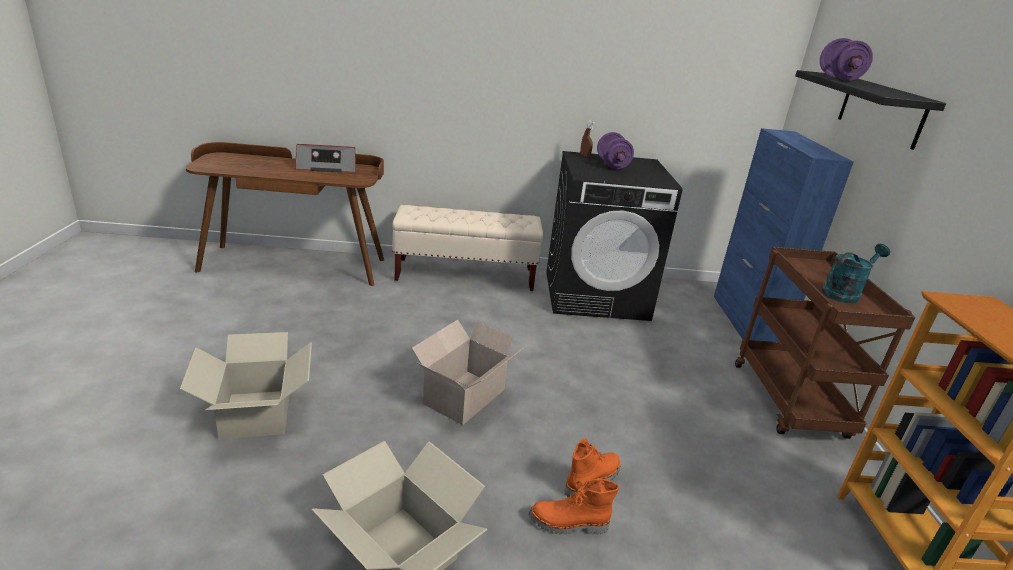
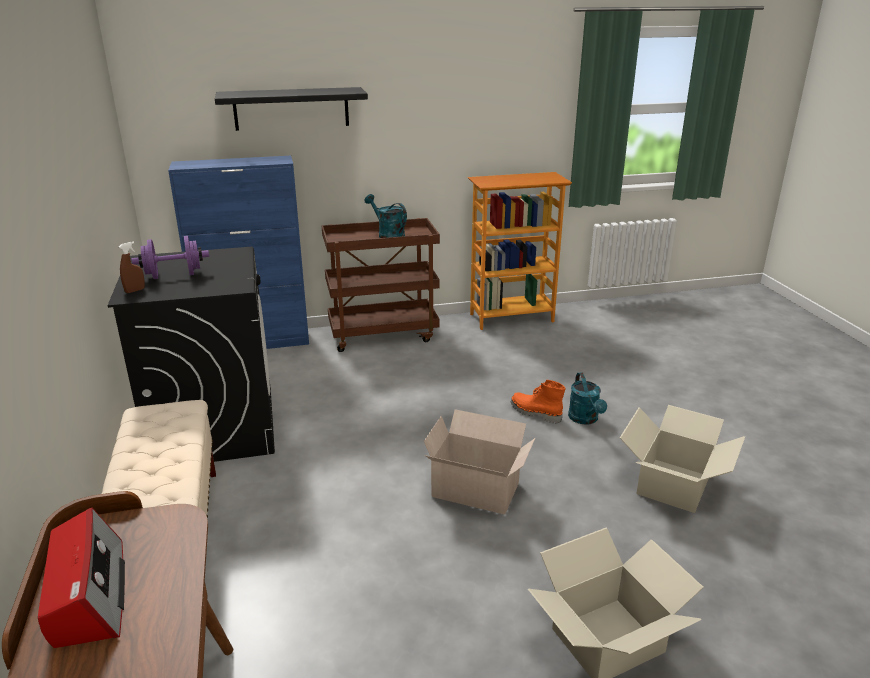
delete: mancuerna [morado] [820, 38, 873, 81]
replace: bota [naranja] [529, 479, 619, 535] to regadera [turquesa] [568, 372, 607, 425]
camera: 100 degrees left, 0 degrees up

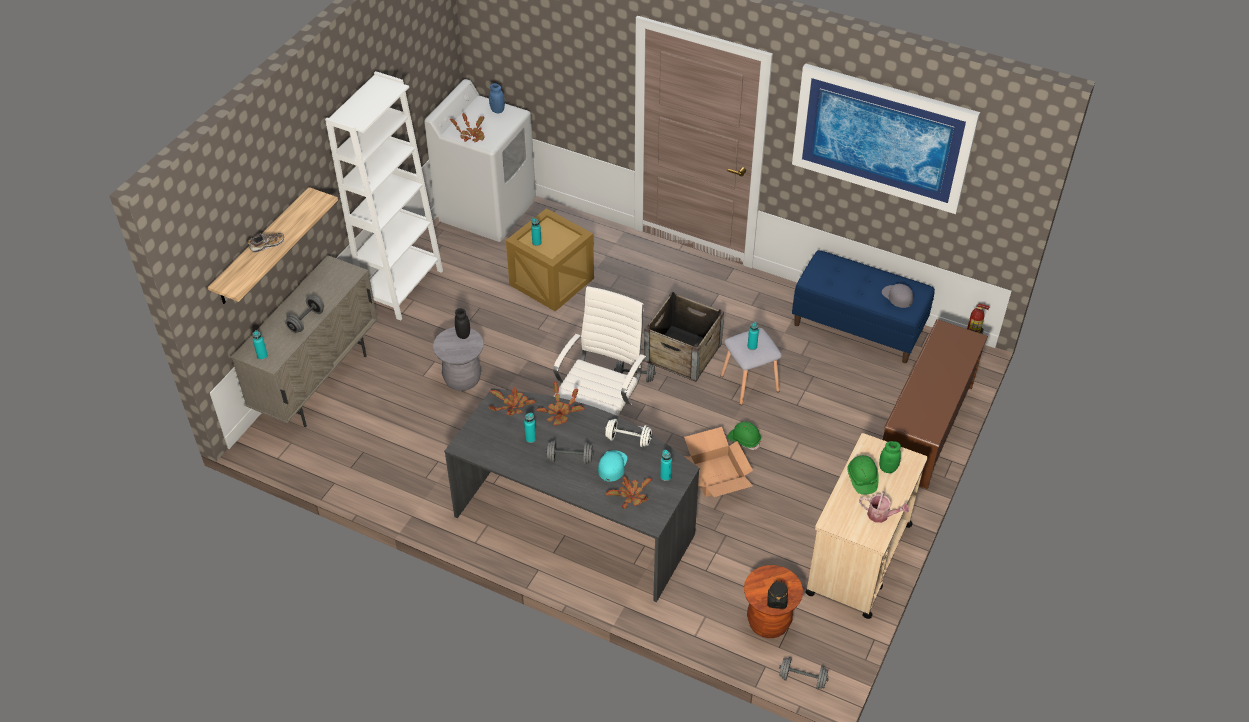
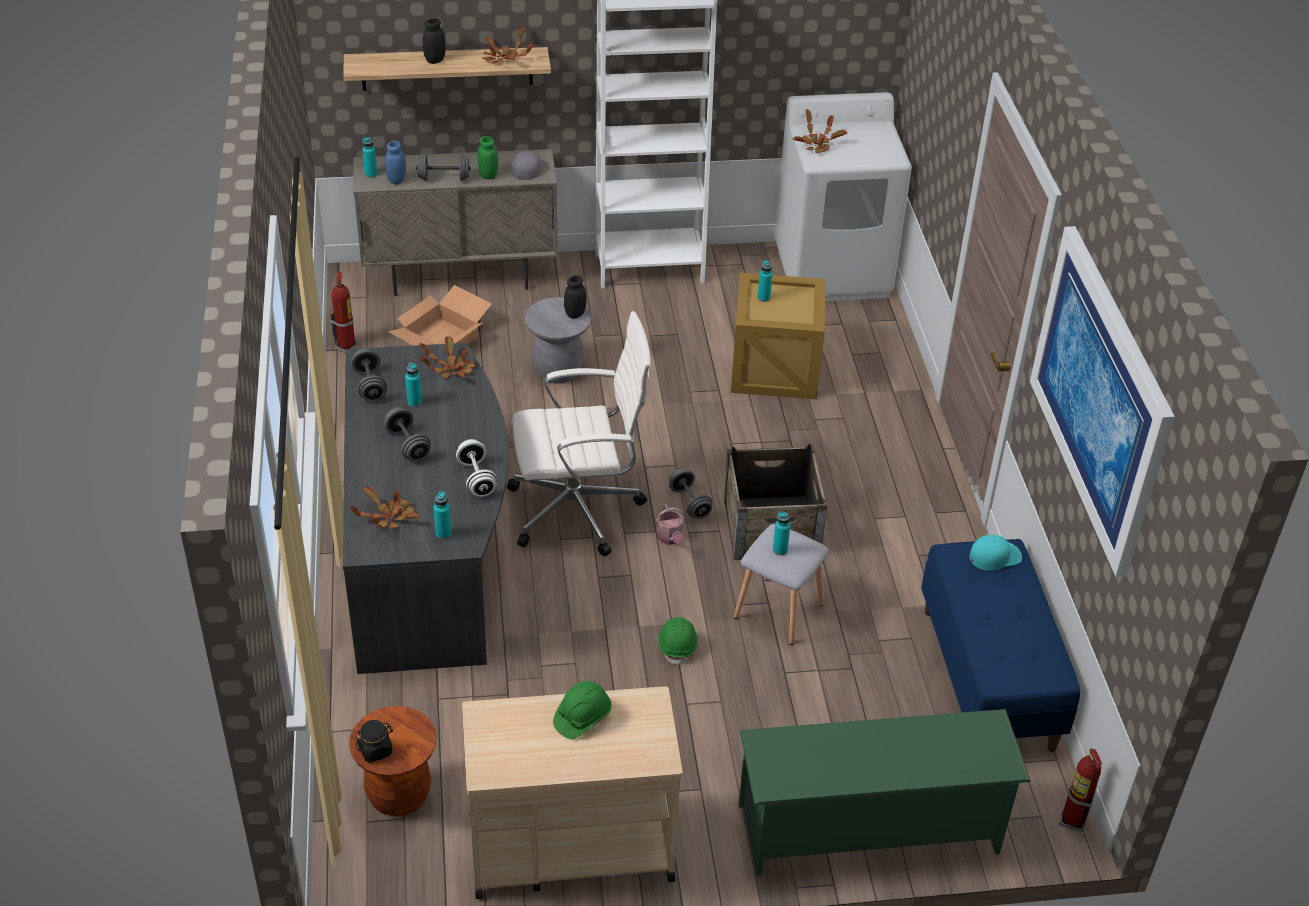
insert: extintor [330, 272, 359, 353]
move: tarro [azul] [489, 83, 505, 113] to [385, 141, 406, 185]; planta en maceta [536, 382, 584, 425] to [482, 26, 534, 64]; gorra [turquesa] [598, 450, 627, 482] to [969, 535, 1022, 571]; caja de cartón [684, 427, 753, 497] to [387, 285, 491, 346]; mancuerna [gris] [779, 657, 829, 689] to [351, 348, 387, 402]; regadera [859, 491, 909, 523] to [656, 504, 685, 545]; tarro [verde] [879, 441, 901, 473] to [478, 136, 498, 179]; gorra [gris] [882, 284, 913, 308] to [511, 151, 547, 180]
replace: zapato [248, 233, 284, 252] to tarro [negro] [423, 18, 446, 64]
recolor: zapatero [marrón] [883, 319, 988, 489] to zapatero [verde] [739, 709, 1031, 876]
camera: 55 degrees right, 5 degrees down

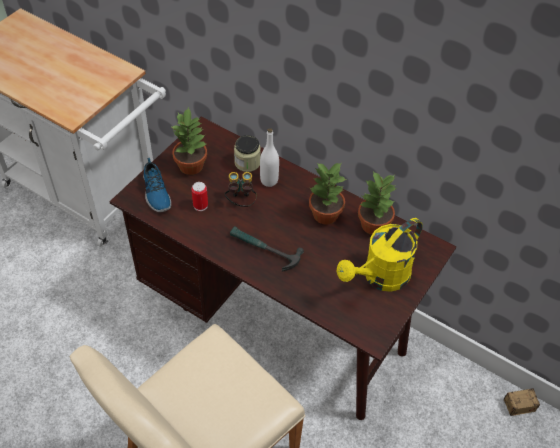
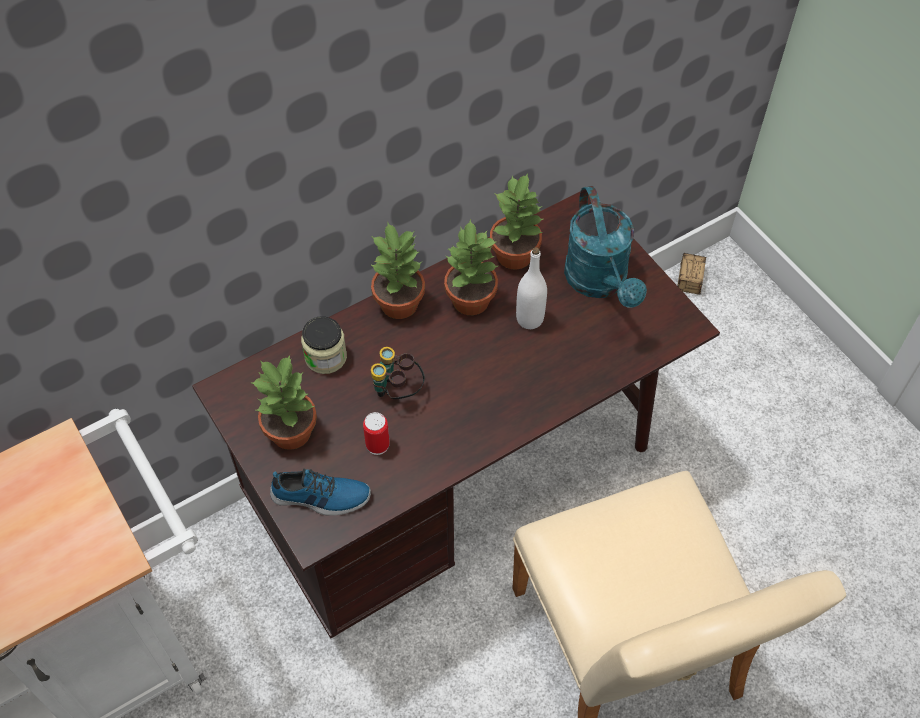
delete: martillo [230, 226, 304, 272]
insert: planta en maceta [370, 223, 425, 319]
move: botella [blanco] [260, 128, 279, 187] to [516, 247, 547, 329]
recolor: regadera [amarillo] [336, 218, 423, 292] to regadera [turquesa] [564, 186, 647, 307]
camera: 65 degrees left, 5 degrees up

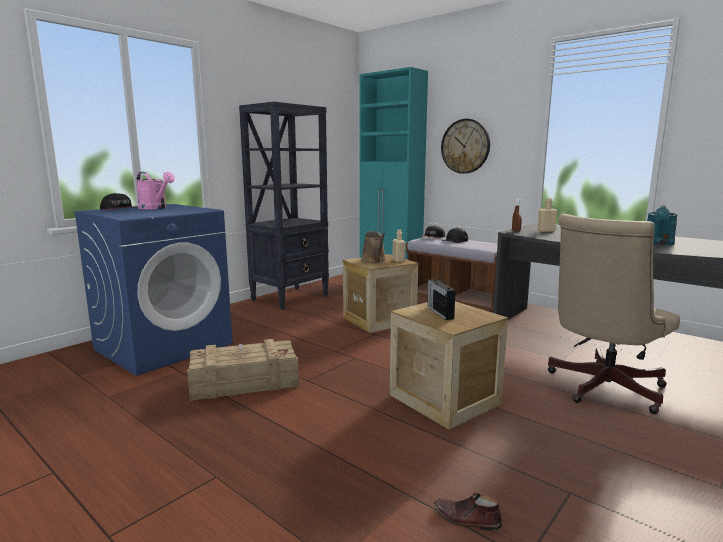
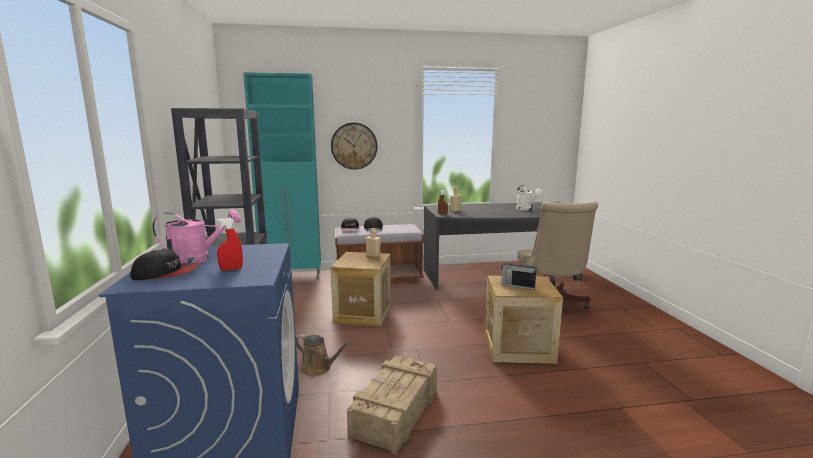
delete: zapato [marrón] [434, 493, 502, 531]
insert: pulverizador [rojo] [217, 218, 243, 271]
move: regadera [marrón] [361, 231, 386, 263] to [296, 334, 351, 376]
recolor: regadera [turquesa] [647, 204, 678, 245] to regadera [blanco] [516, 185, 542, 211]
camera: 50 degrees left, 0 degrees up

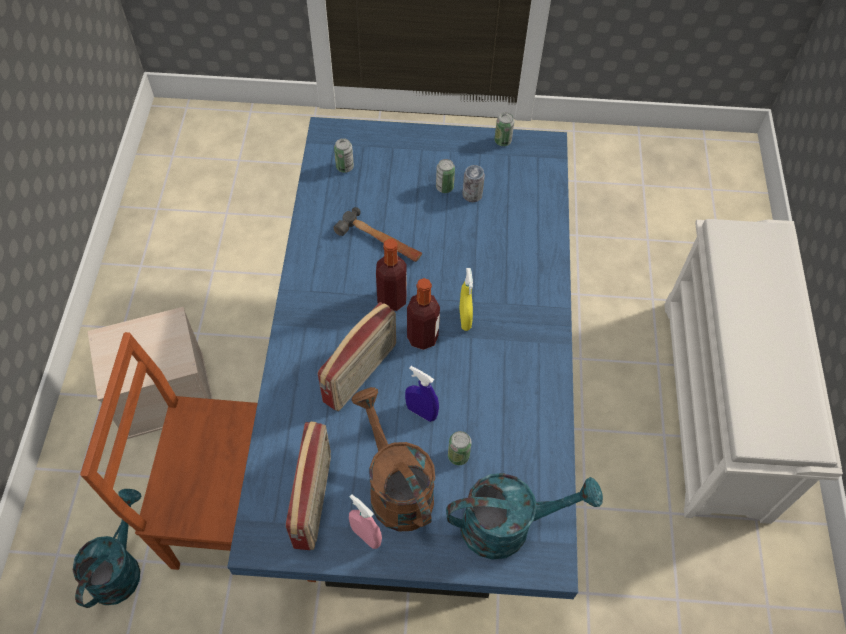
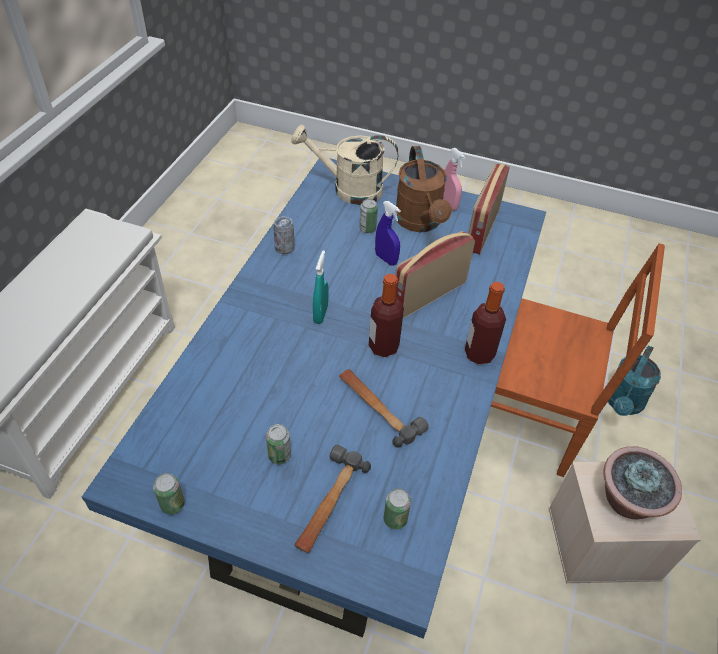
insert: martillo [294, 445, 371, 553]; planta en maceta [604, 446, 682, 519]
move: botella [407, 278, 440, 350] to [465, 282, 506, 364]; lata [462, 165, 485, 202] to [273, 217, 295, 254]
recolor: regadera [turquesa] [446, 473, 603, 560] to regadera [beis] [291, 125, 399, 205]; pulverizador [amarillo] [459, 268, 473, 331] to pulverizador [turquesa] [313, 250, 328, 324]
camera: 165 degrees left, 10 degrees down

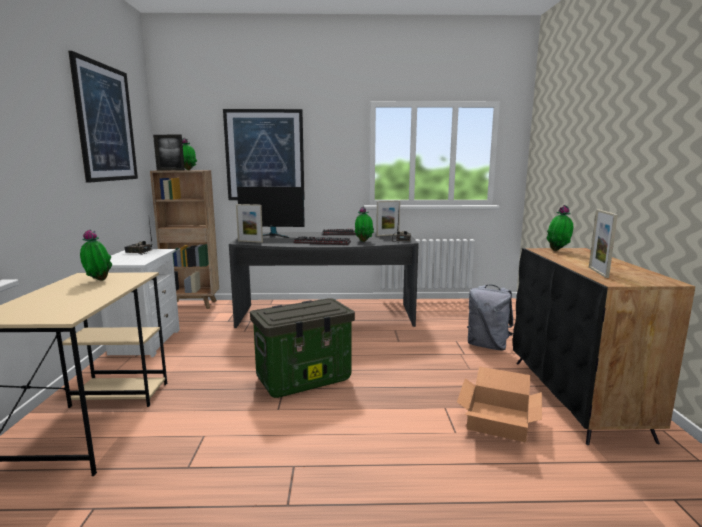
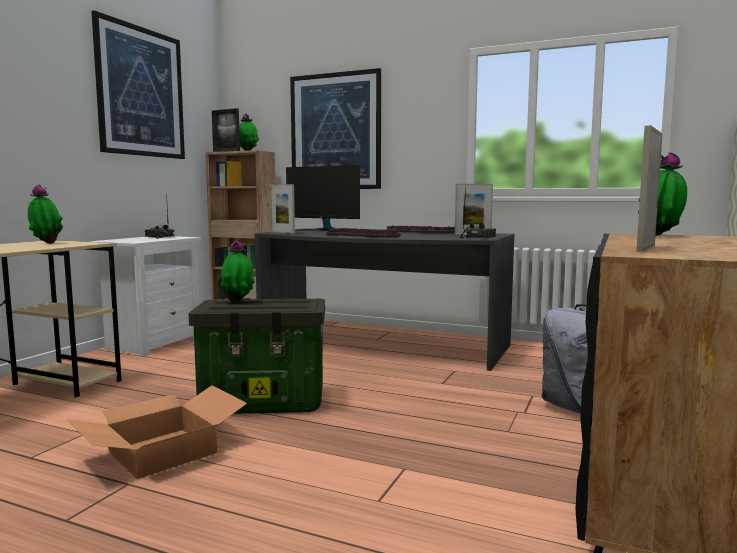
move: planta en maceta [355, 207, 374, 242] to [220, 239, 255, 303]; caja de cartón [457, 366, 542, 443] to [67, 385, 247, 479]
camera: 25 degrees right, 5 degrees down

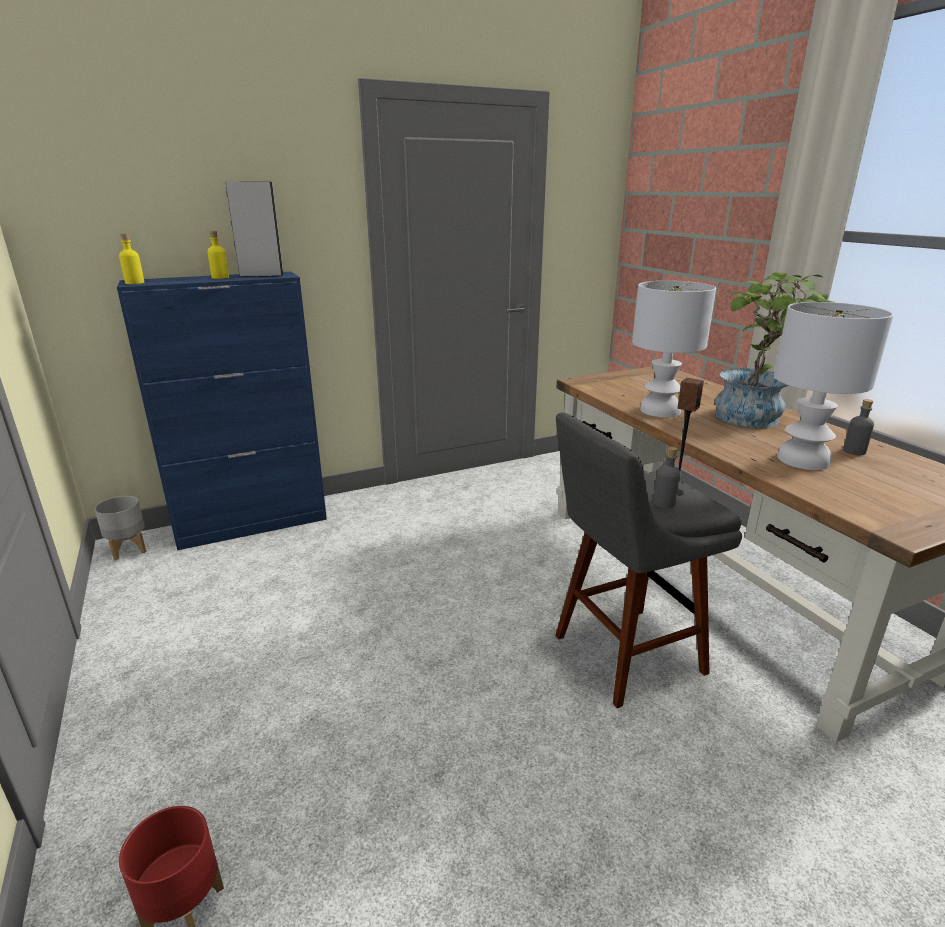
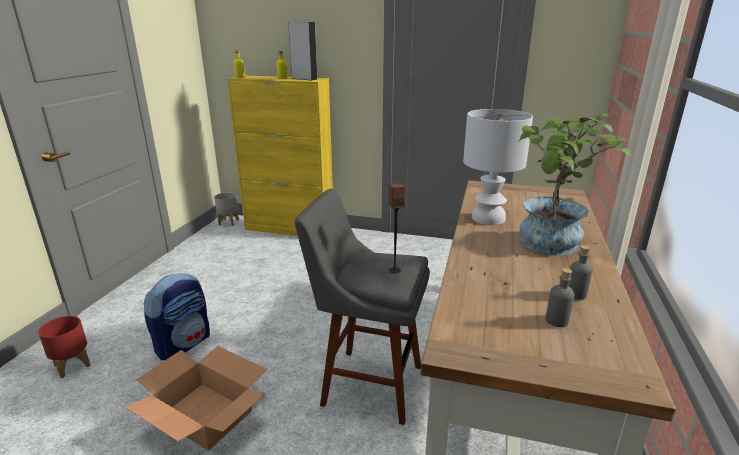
delete: lámpara de mesa [blanco] [774, 302, 894, 470]
insert: caja de cartón [125, 346, 268, 451]; mochila [143, 273, 210, 360]
move: botella [gris] [653, 446, 681, 508] to [546, 268, 574, 327]
recolor: armario [azul] [117, 272, 327, 550] to armario [amarillo] [227, 76, 333, 236]
camera: 40 degrees right, 0 degrees up

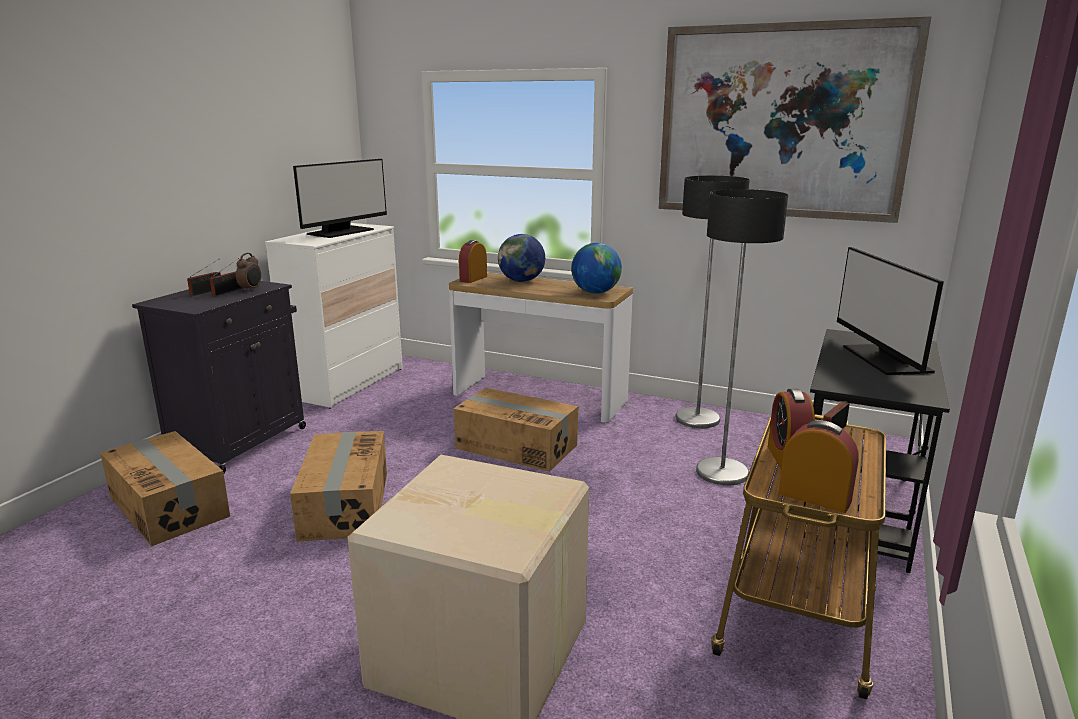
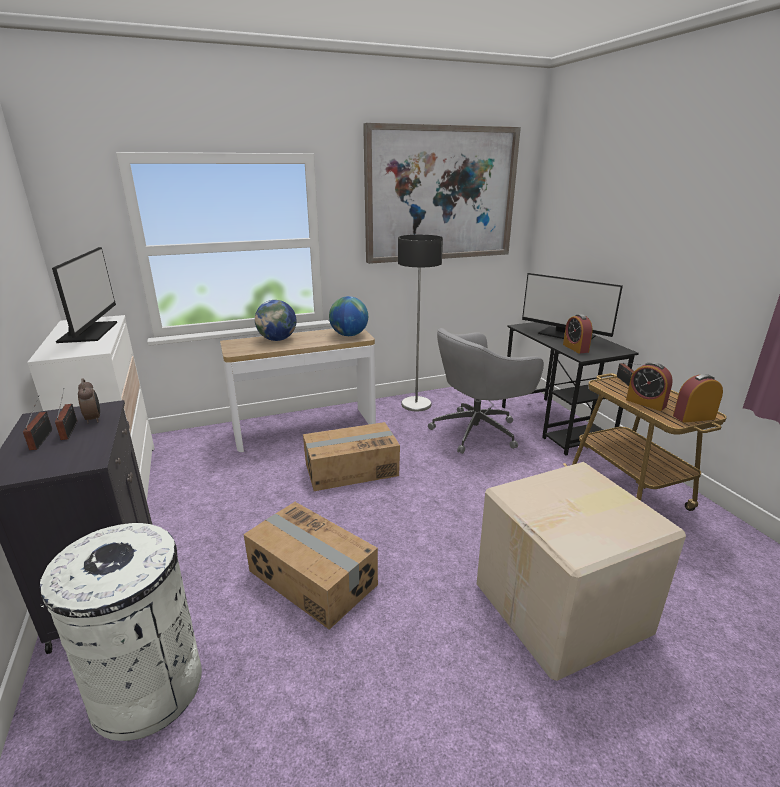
move: despertador [459, 240, 487, 283] to [563, 314, 593, 354]
replace: caja de cartón [100, 431, 230, 546] to papelera [blanco] [40, 523, 202, 741]; lámpara de pie [696, 189, 788, 485] to silla de oficina [gris] [428, 328, 544, 454]
camera: 45 degrees left, 5 degrees up

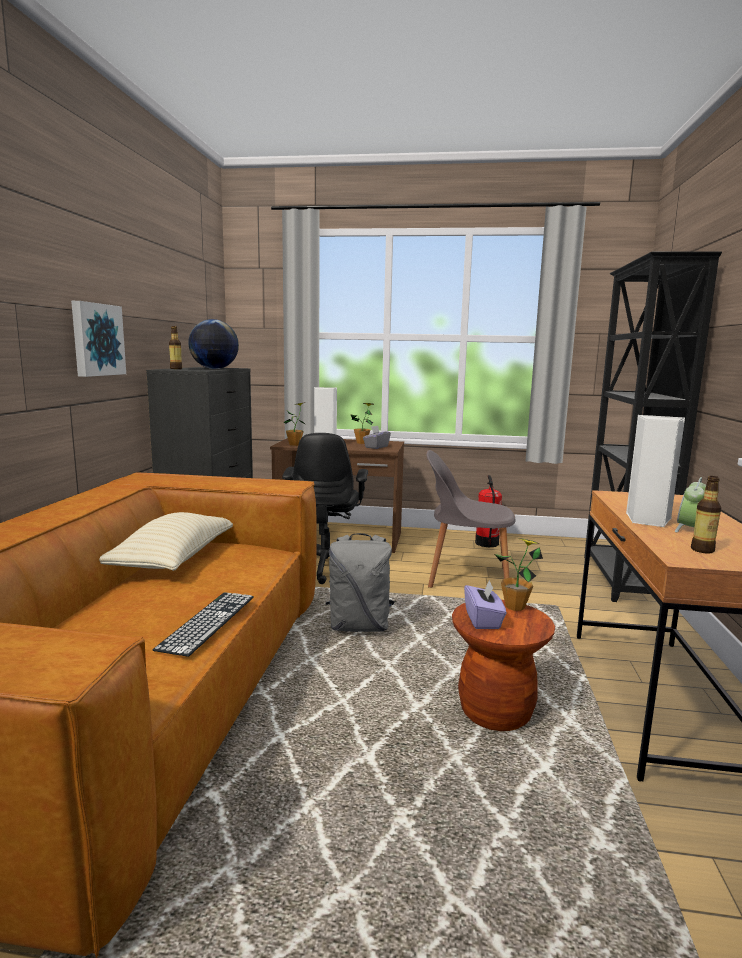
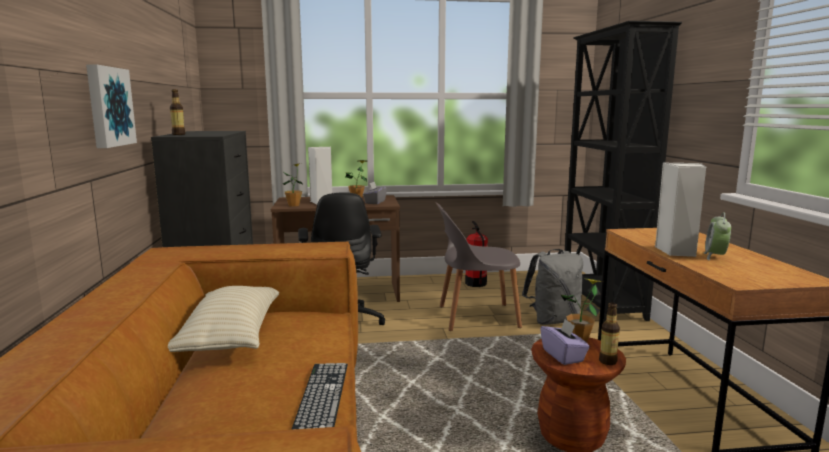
delete: globo terráqueo [188, 319, 239, 369]
move: mochila [gris] [326, 533, 395, 632] to [522, 249, 583, 325]; botella [691, 476, 721, 554] to [599, 302, 620, 365]
camera: 15 degrees left, 0 degrees up

